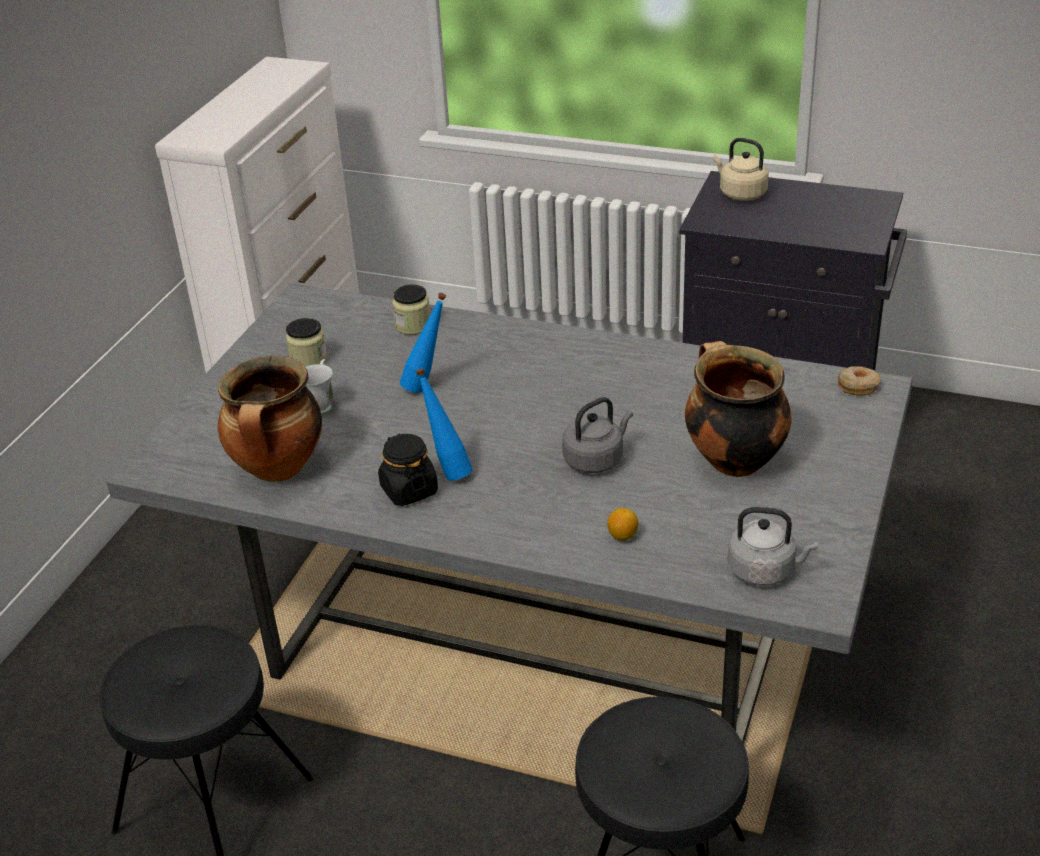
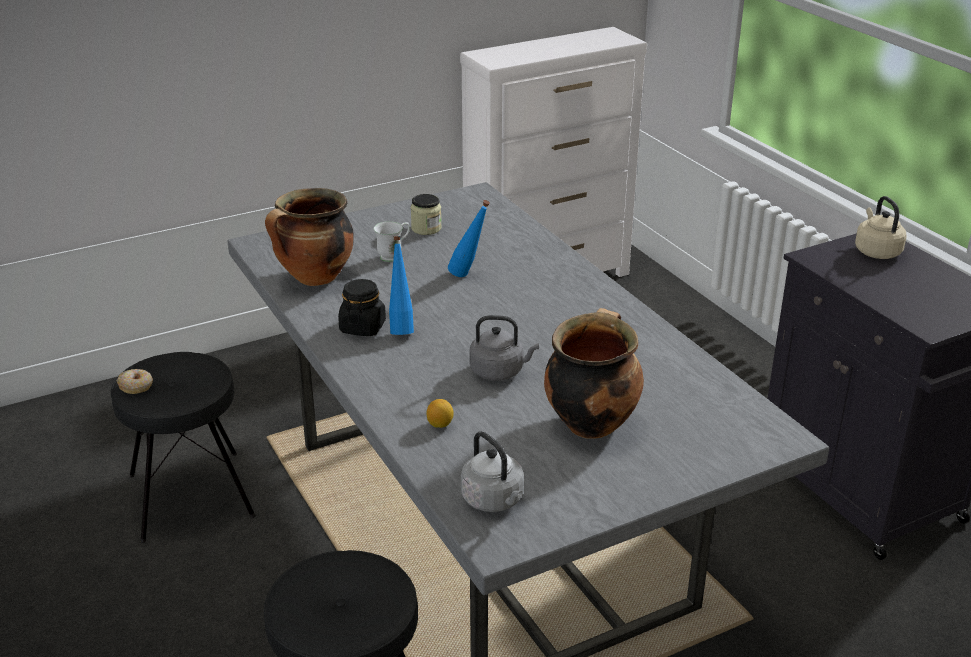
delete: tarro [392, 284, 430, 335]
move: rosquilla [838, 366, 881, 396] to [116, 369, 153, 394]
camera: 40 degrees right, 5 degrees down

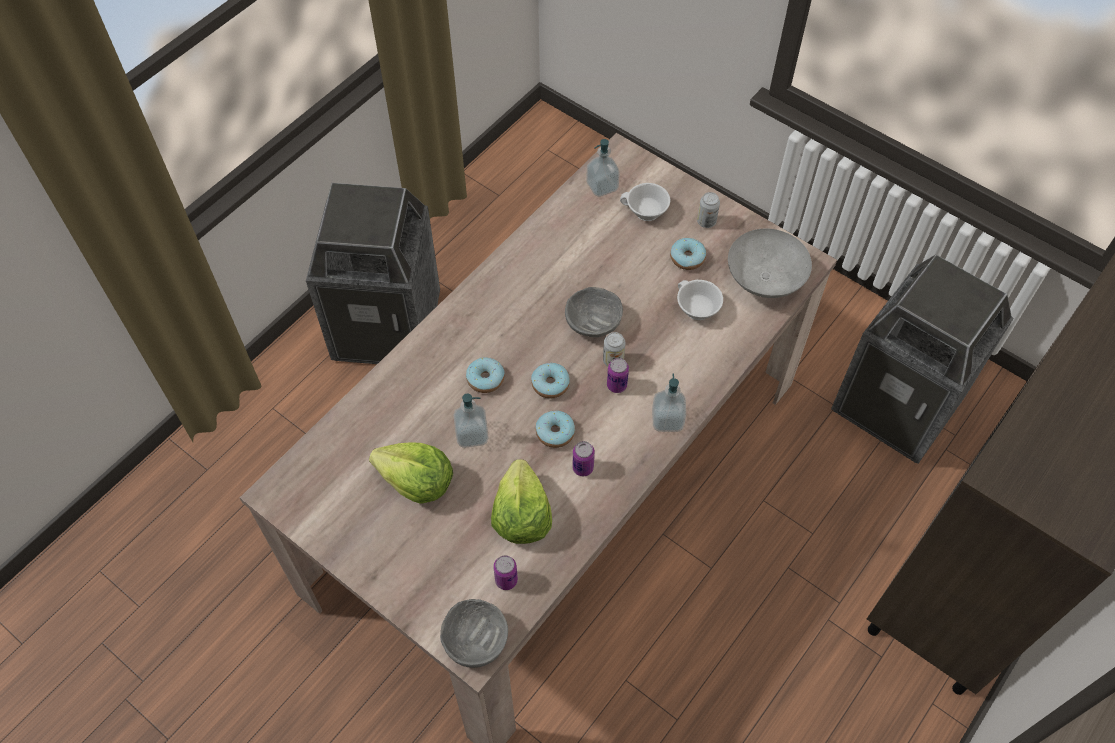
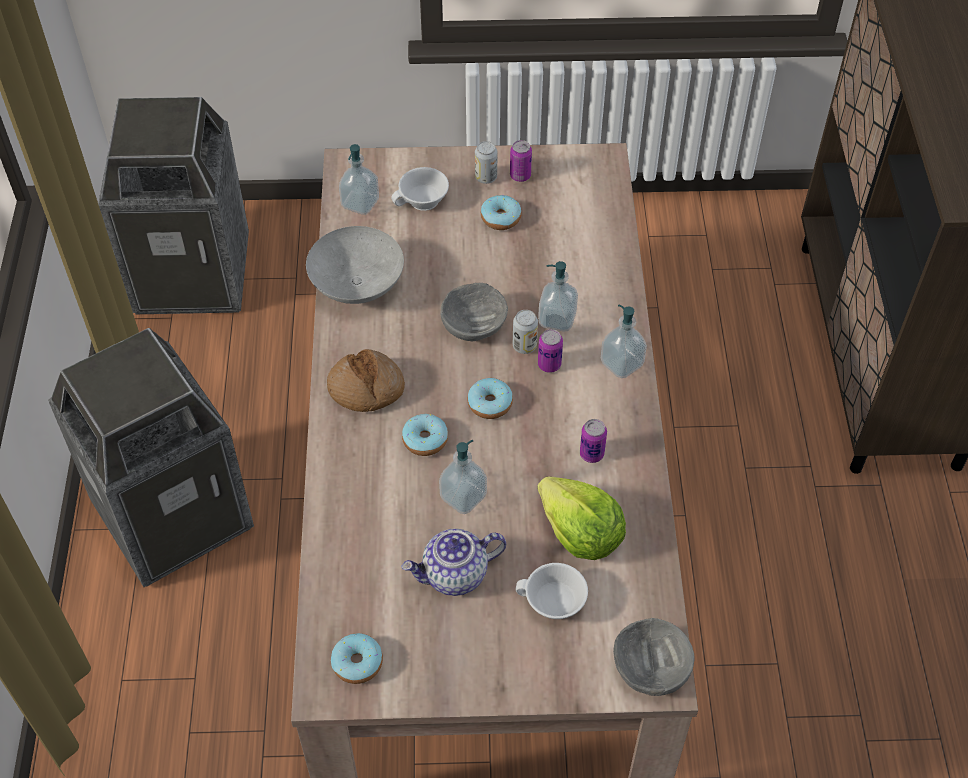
insert: pan [327, 349, 405, 412]; dispensador de jabón [538, 261, 578, 332]
move: lata [493, 555, 518, 590] to [510, 140, 532, 182]; rosquilla [536, 411, 575, 448] to [331, 633, 383, 684]; taza [blanco] [677, 280, 723, 320] to [515, 563, 588, 619]; cuenco [gris] [728, 228, 812, 298] to [306, 226, 404, 304]; papelera [831, 255, 1014, 464] to [98, 97, 249, 314]
replace: lechuga [369, 442, 453, 504] to tetera [401, 529, 506, 596]
camera: 40 degrees left, 5 degrees down

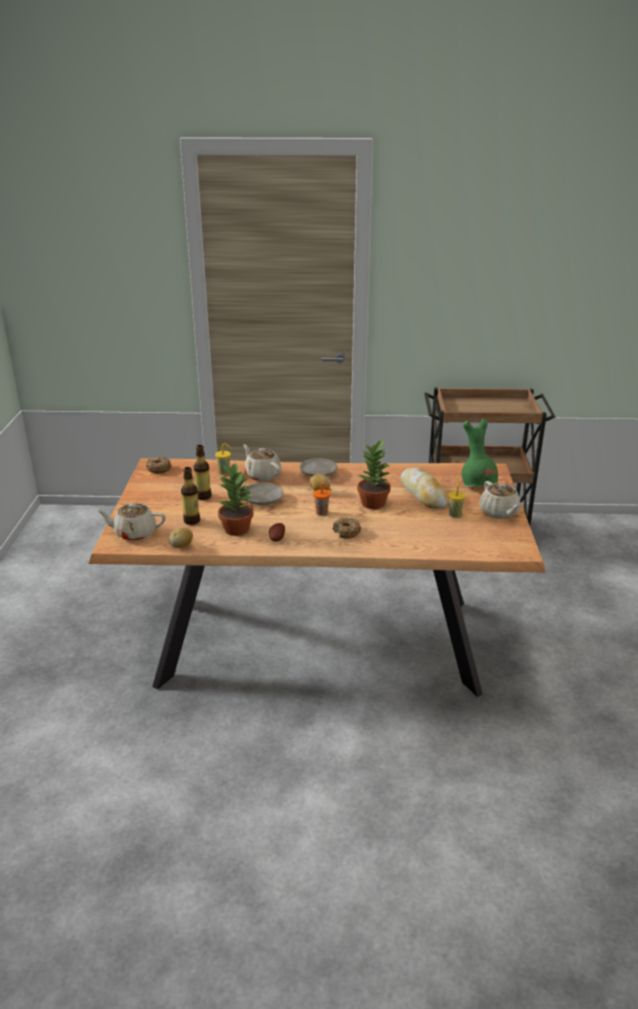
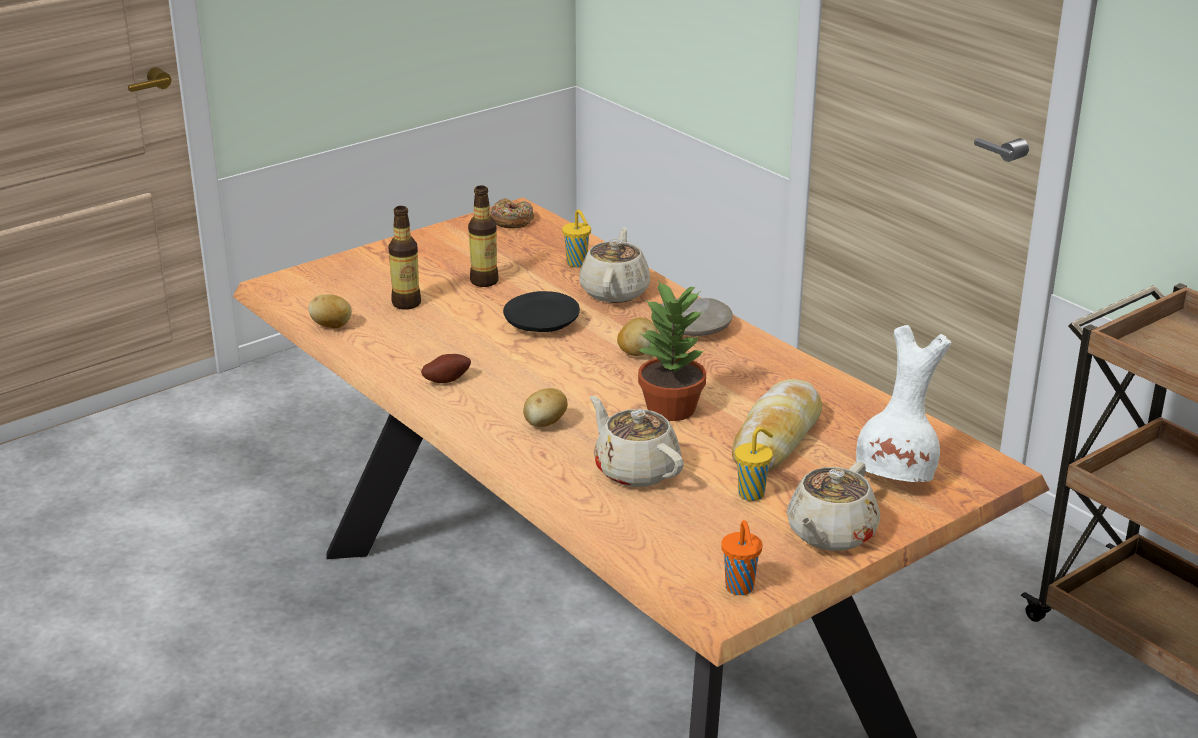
delete: planta en maceta [218, 462, 254, 536]
move: tetera [beis] [96, 503, 166, 541] to [590, 396, 684, 487]; taza [naranja] [313, 482, 331, 516] to [721, 520, 762, 595]
replace: rosquilla [333, 517, 361, 539] to patata [523, 388, 568, 427]
recolor: plato [beis] [243, 483, 283, 505] to plato [negro] [503, 291, 580, 332]; florero [verde] [462, 419, 498, 487] to florero [blanco] [856, 325, 951, 482]
camera: 50 degrees right, 0 degrees up

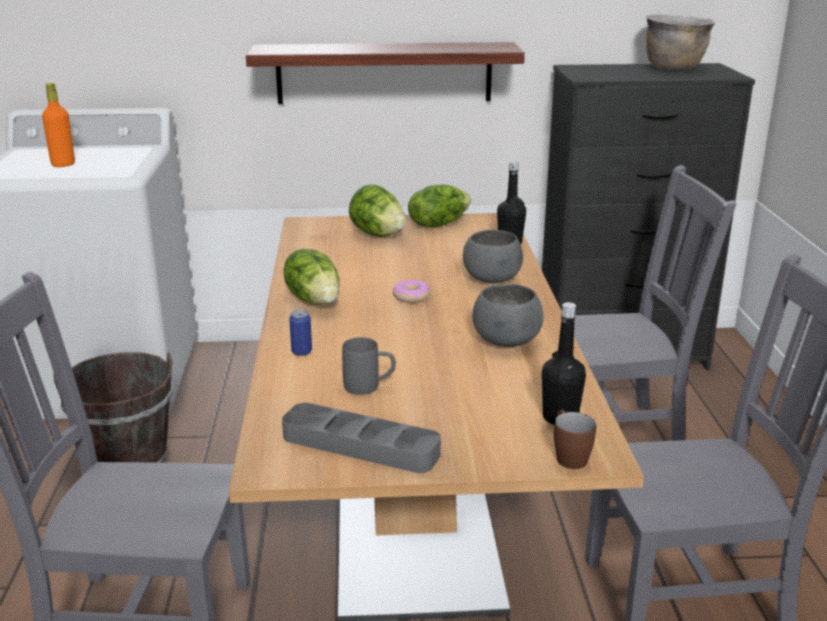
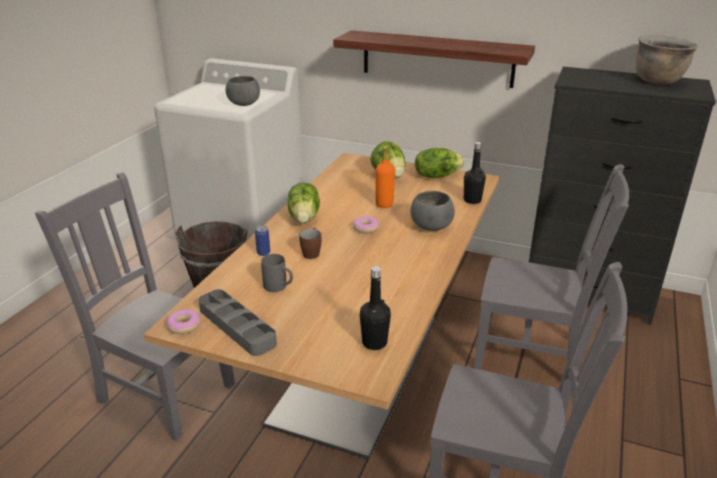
insert: rosquilla [166, 309, 201, 334]
move: botella [naranja] [42, 83, 75, 167] to [376, 146, 395, 208]; cuenco [gris] [473, 284, 544, 347] to [226, 76, 260, 106]; taza grande [marrón] [554, 410, 596, 469] to [299, 228, 322, 259]
camera: 25 degrees right, 5 degrees up

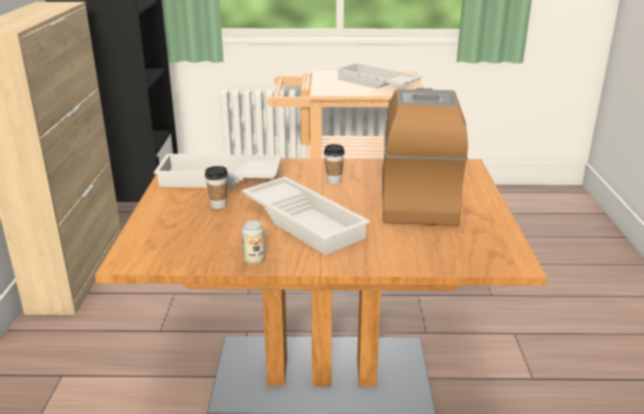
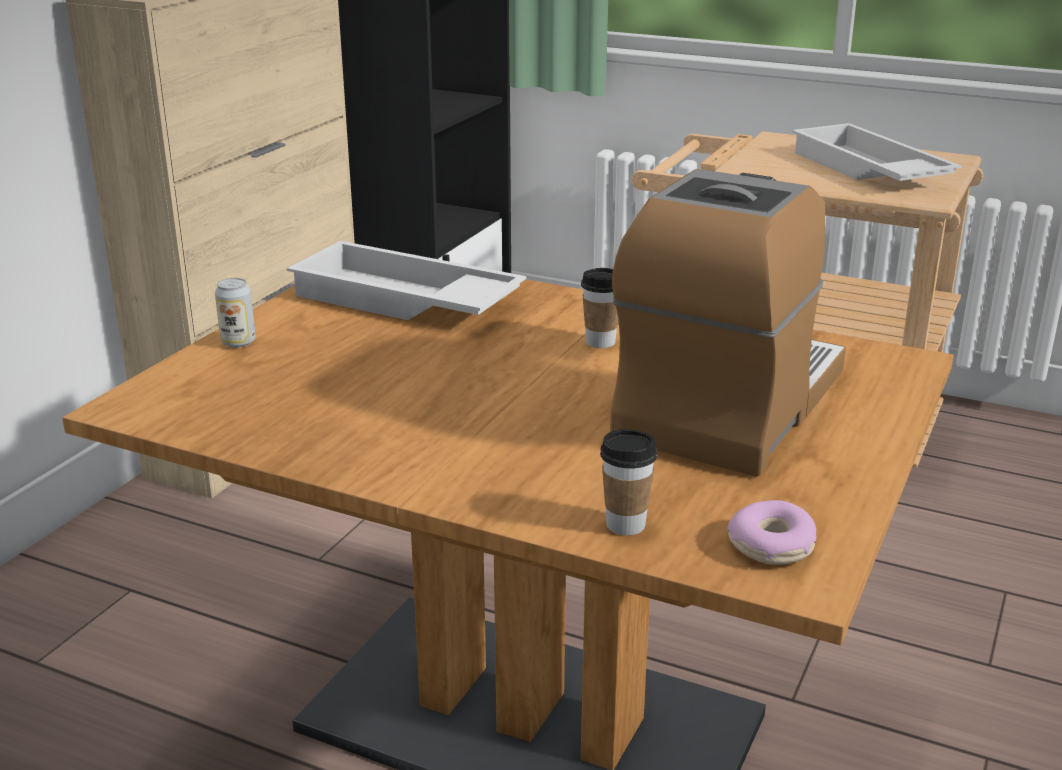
delete: bandeja [blanco] [242, 177, 371, 255]
insert: rosquilla [727, 500, 816, 565]
move: taza [205, 166, 228, 209] to [600, 429, 657, 536]; lata [242, 221, 265, 264] to [215, 278, 256, 348]
camera: 25 degrees right, 0 degrees up

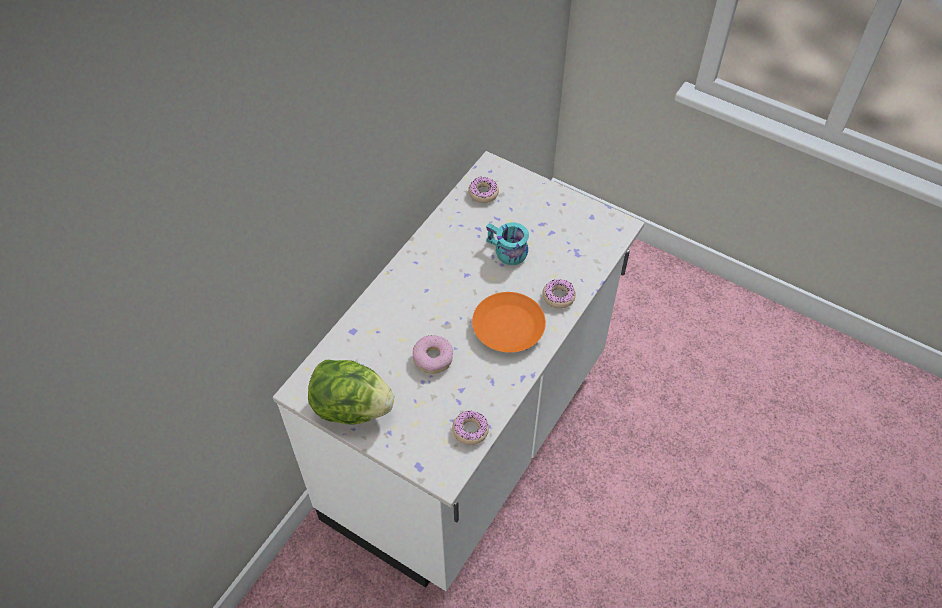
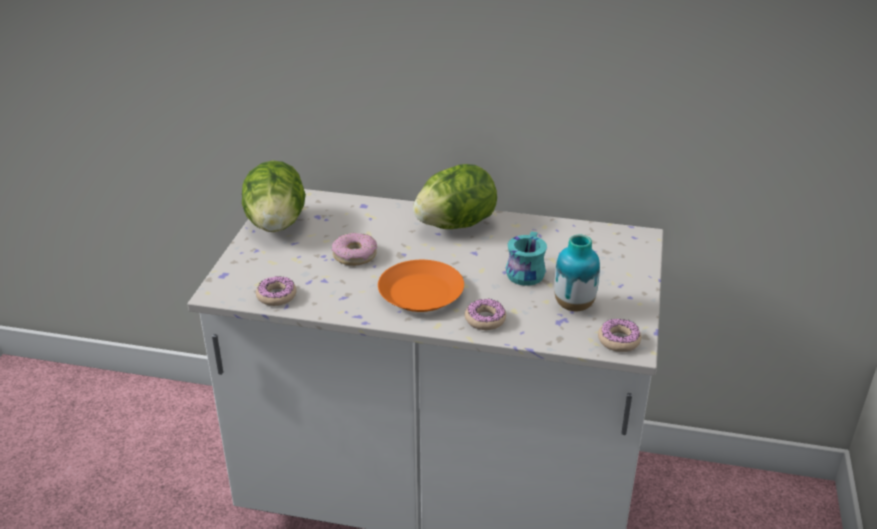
insert: lechuga [413, 164, 497, 229]; florero [554, 235, 600, 311]
move: rosquilla [468, 177, 499, 203] to [598, 319, 641, 352]
camera: 70 degrees right, 20 degrees down

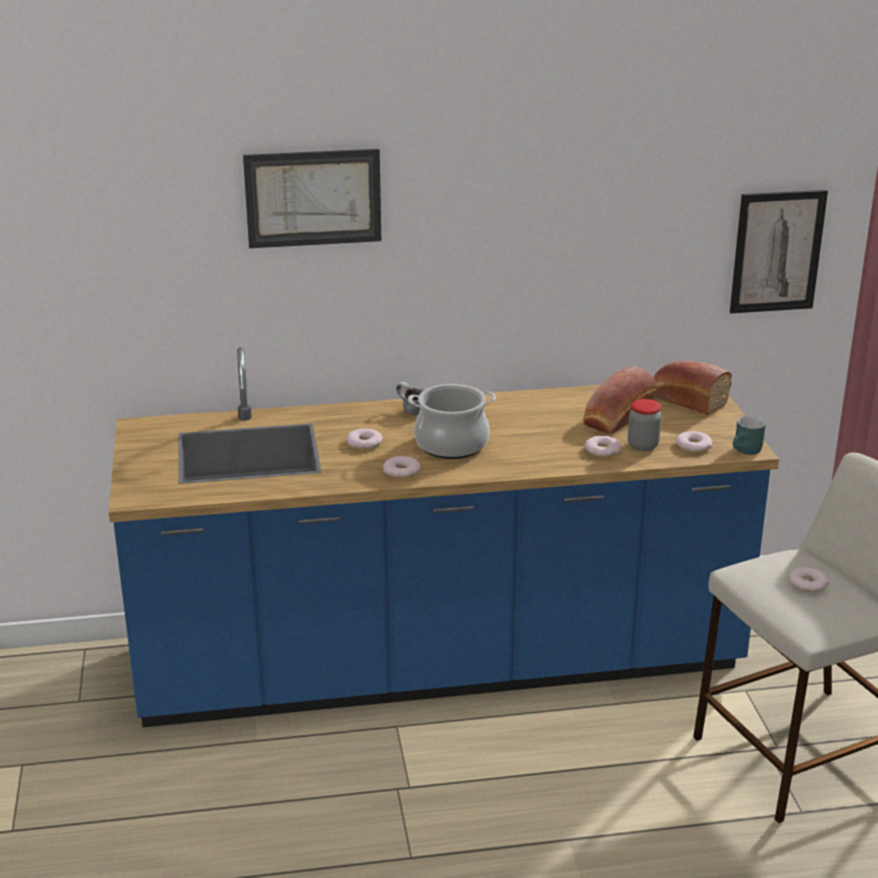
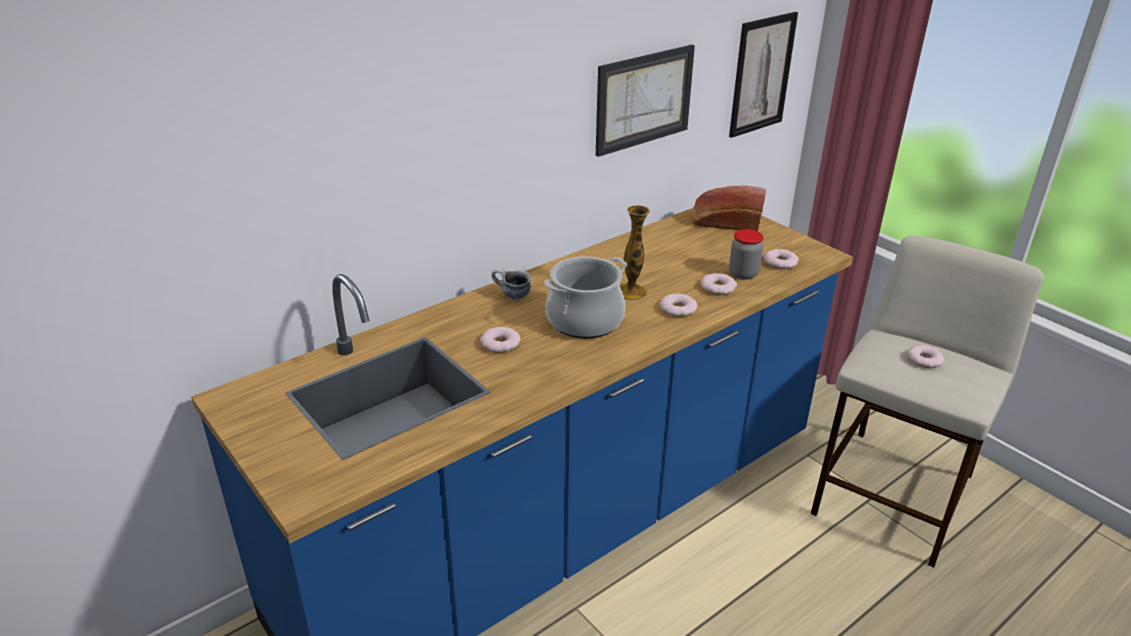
delete: pan [583, 366, 656, 434]; taza grande [turquesa] [733, 416, 766, 455]
insert: florero [620, 205, 650, 301]
move: cuadro [243, 149, 381, 248] to [596, 45, 695, 157]; rosquilla [383, 456, 421, 478] to [659, 293, 698, 317]
camera: 30 degrees left, 5 degrees up

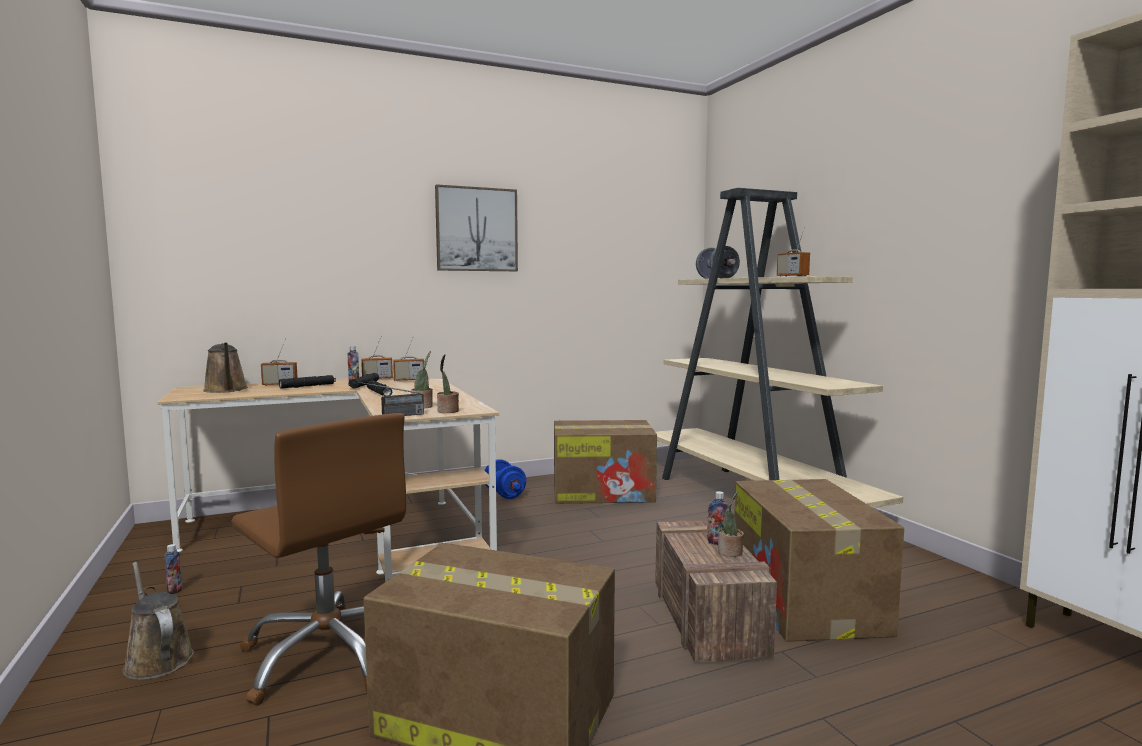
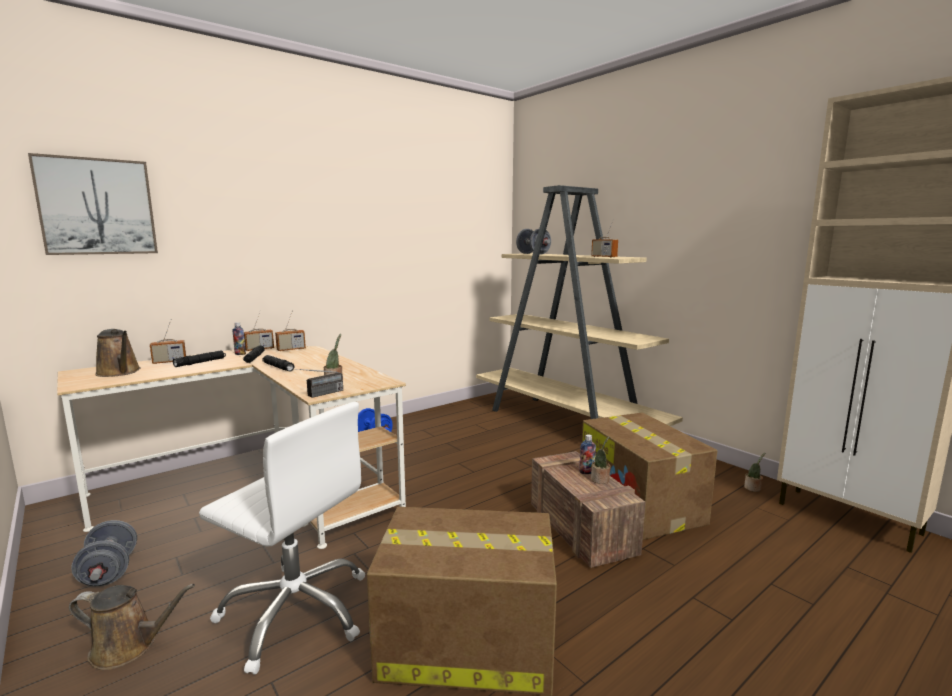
delete: caja de cartón [554, 420, 657, 504]
move: cuadro [435, 184, 518, 271] to [28, 153, 158, 255]; planta en maceta [437, 354, 459, 413] to [744, 453, 765, 492]
replace: botella [165, 544, 182, 594] to mancuerna [gris] [71, 520, 137, 586]
recolor: silla de oficina [marrón] [231, 413, 406, 705] to silla de oficina [blanco] [199, 402, 365, 675]
rotate: regadera [marrón] [122, 562, 194, 680] = [69, 584, 195, 670] 150 degrees clockwise
camera: 15 degrees left, 5 degrees up

